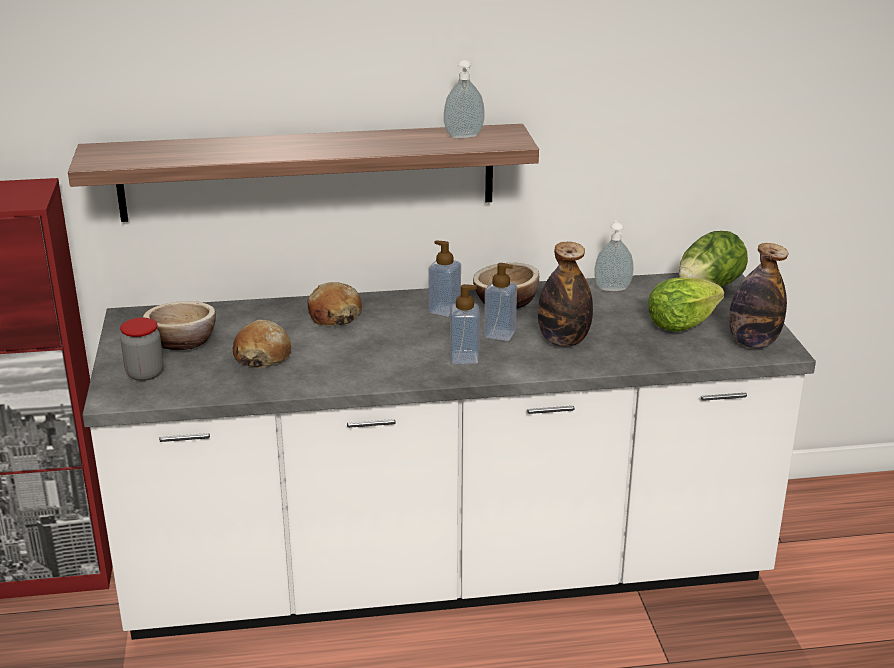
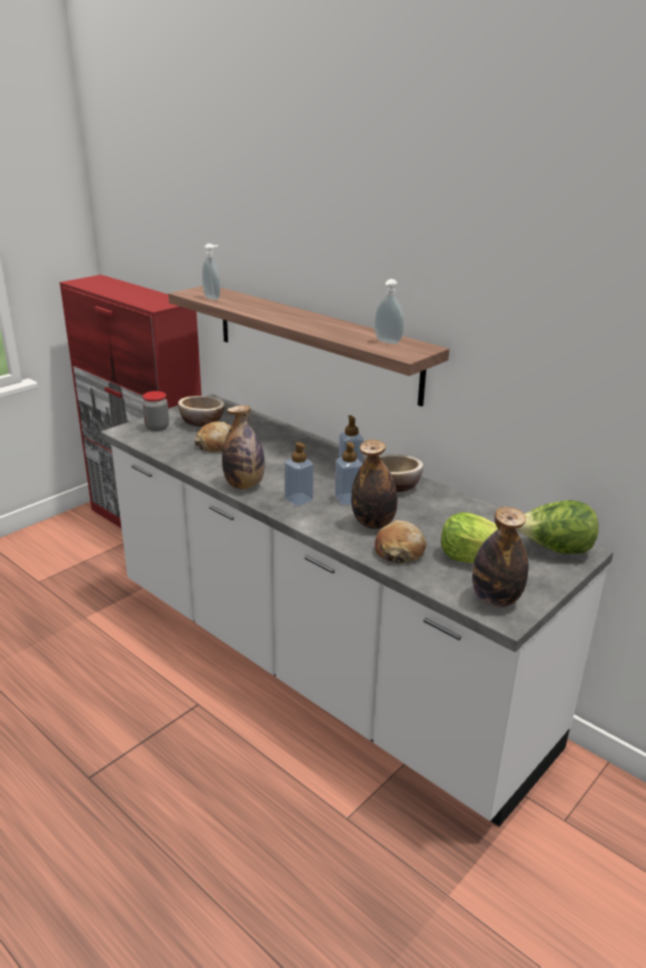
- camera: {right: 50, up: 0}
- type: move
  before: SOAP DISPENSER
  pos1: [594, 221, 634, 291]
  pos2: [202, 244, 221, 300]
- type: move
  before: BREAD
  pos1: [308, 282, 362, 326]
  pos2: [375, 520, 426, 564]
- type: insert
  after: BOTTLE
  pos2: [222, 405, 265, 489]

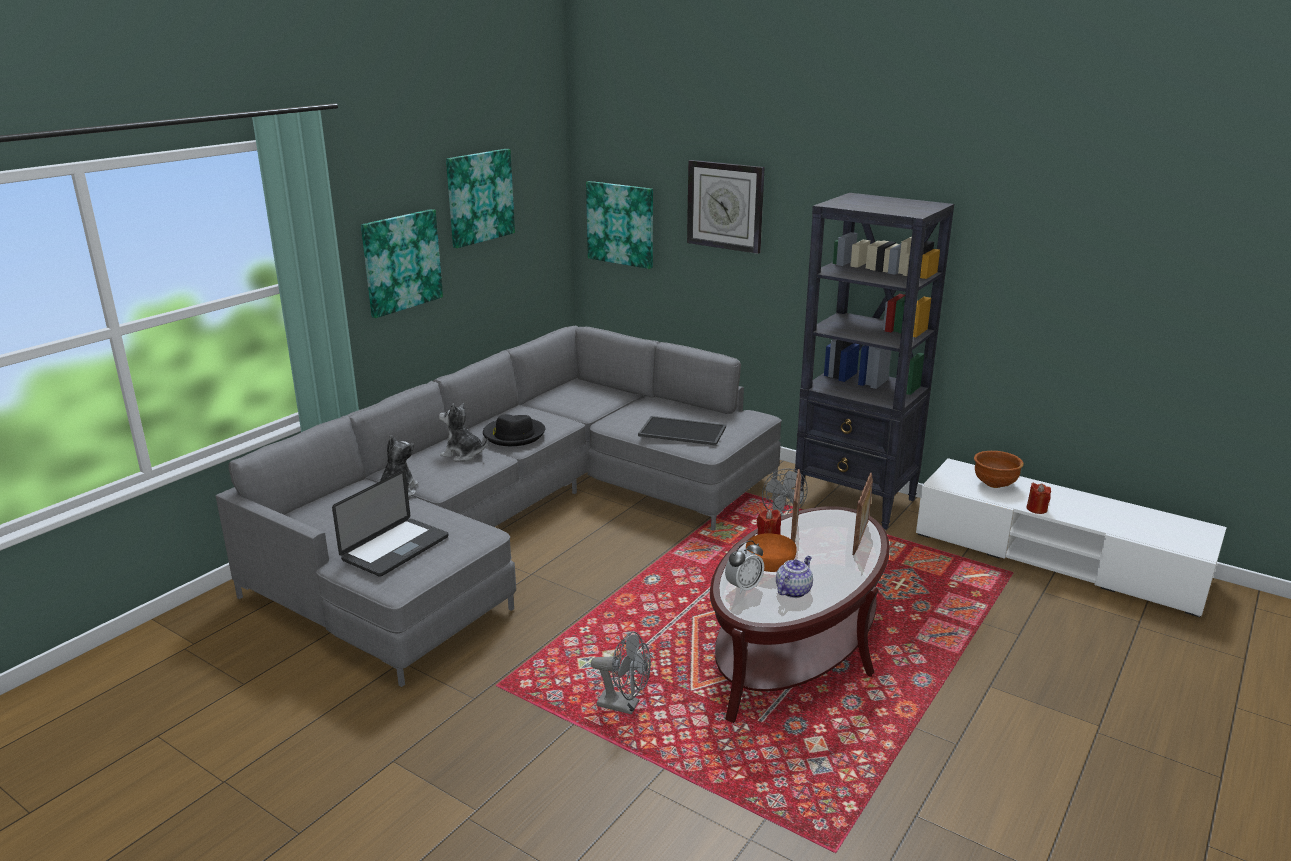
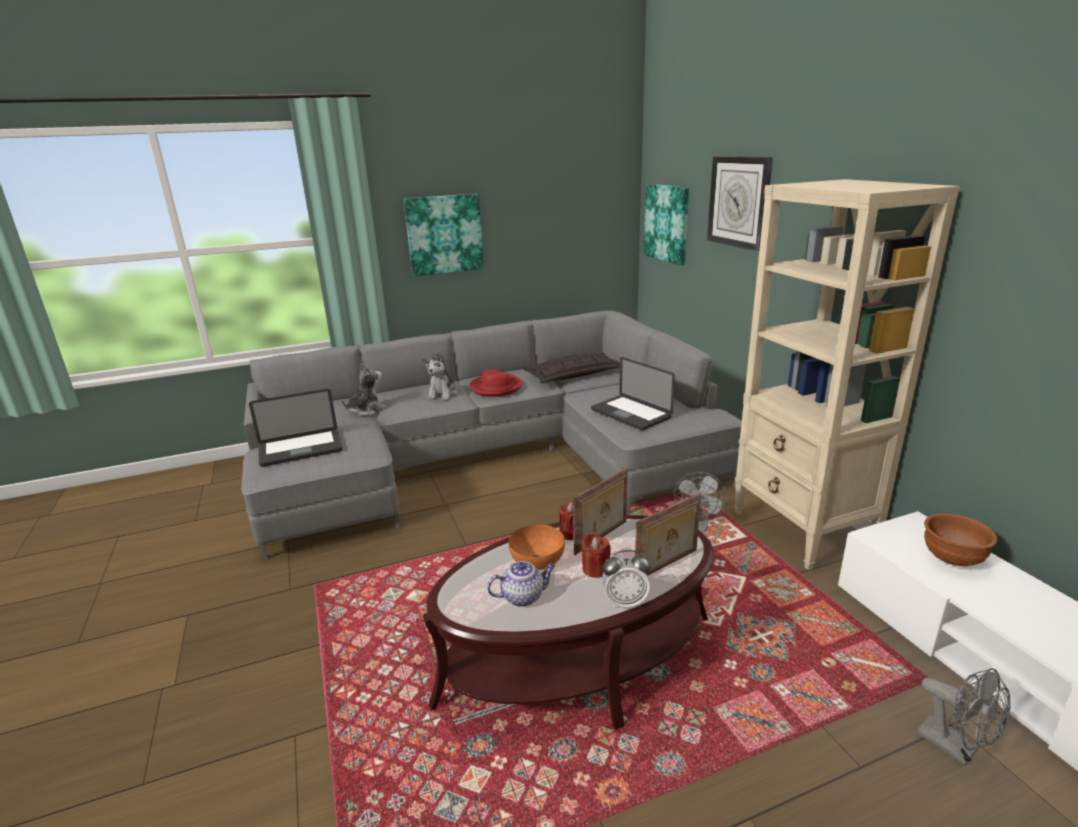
- camera: {right: 35, up: 0}
- type: delete
  before: PICTURE
  pos1: [446, 149, 515, 248]
- type: recolor
  before: BLACK BOOKCASE
  after: BEIGE BOOKCASE
  pos1: [794, 193, 954, 530]
  pos2: [734, 179, 960, 570]
- type: rotate
  before: PLUSH TOY
  pos1: [439, 403, 488, 461]
  pos2: [423, 352, 457, 400]
  turn: -135
- type: recolor
  before: BLACK HAT
  after: RED HAT
  pos1: [483, 414, 545, 446]
  pos2: [469, 369, 522, 397]
- type: replace
  before: TRAY
  after: LAPTOP
  pos1: [638, 416, 726, 446]
  pos2: [591, 357, 675, 430]
- type: move
  before: RED CANDLE
  pos1: [1027, 483, 1051, 514]
  pos2: [581, 532, 611, 578]
- type: move
  before: ALARM CLOCK
  pos1: [725, 540, 764, 594]
  pos2: [602, 550, 651, 608]
- type: move
  before: GREY FAN
  pos1: [591, 631, 651, 714]
  pos2: [917, 668, 1011, 765]
- type: insert
  after: PILLOW
  pos2: [523, 353, 620, 383]

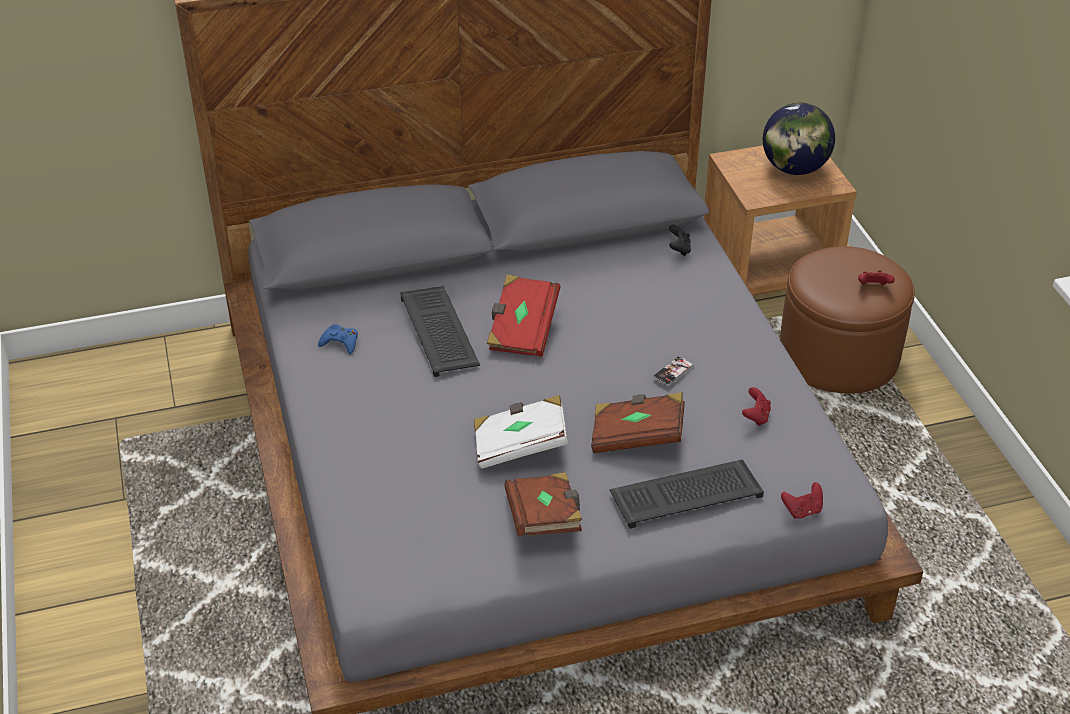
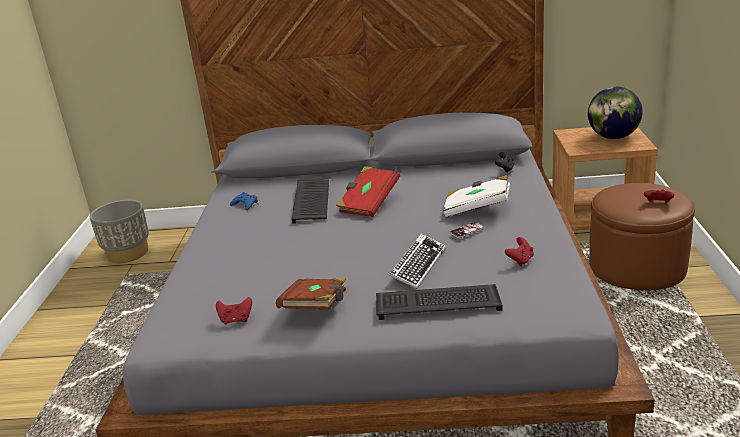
- camera: {right: 20, up: -15}
- type: replace
  before: BROWN BOOK
  after: KEYBOARD
  pos1: [591, 392, 685, 453]
  pos2: [389, 234, 446, 289]
- type: move
  before: WHITE BOOK
  pos1: [474, 395, 568, 469]
  pos2: [443, 175, 510, 217]
- type: move
  before: RED GAME CONTROLLER
  pos1: [781, 482, 823, 519]
  pos2: [216, 297, 252, 324]
- type: insert
  after: GREY PLANTER
  pos2: [90, 200, 149, 263]

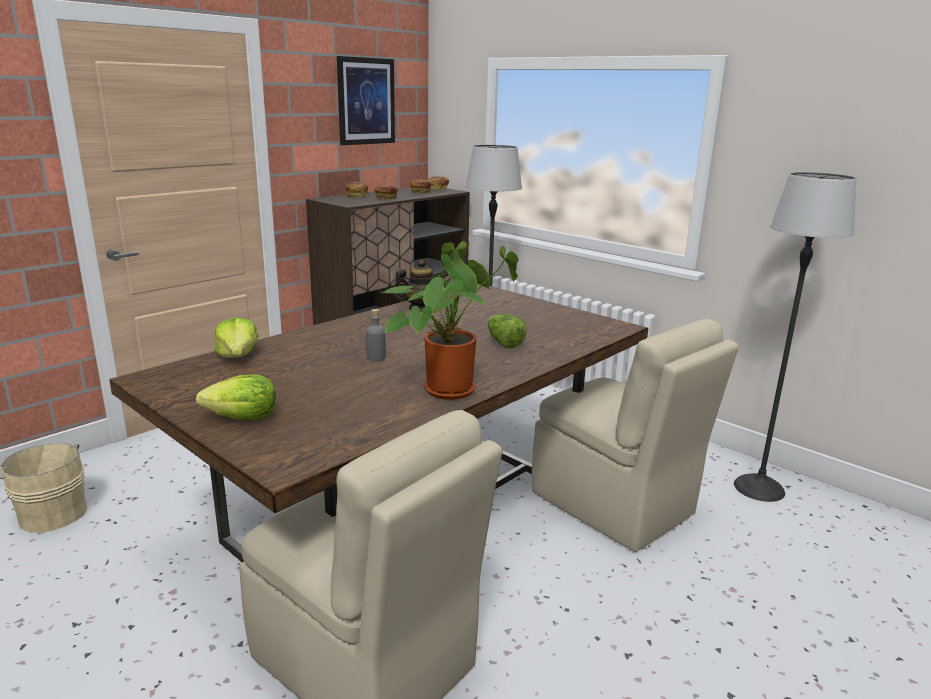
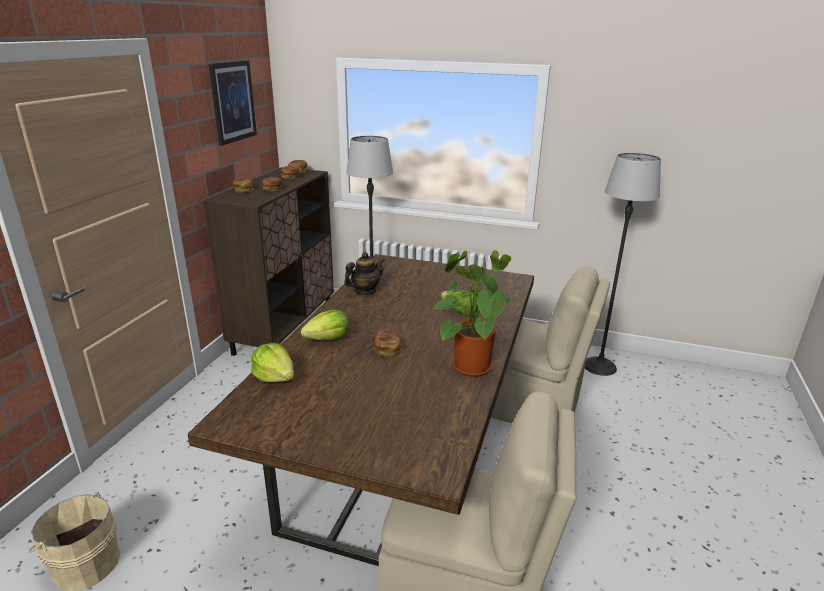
- camera: {right: -25, up: 5}
- type: replace
  before: GREY BOTTLE
  after: BREAD
  pos1: [366, 309, 386, 361]
  pos2: [373, 330, 401, 357]
- type: move
  before: LETTUCE
  pos1: [196, 374, 276, 420]
  pos2: [301, 309, 349, 340]

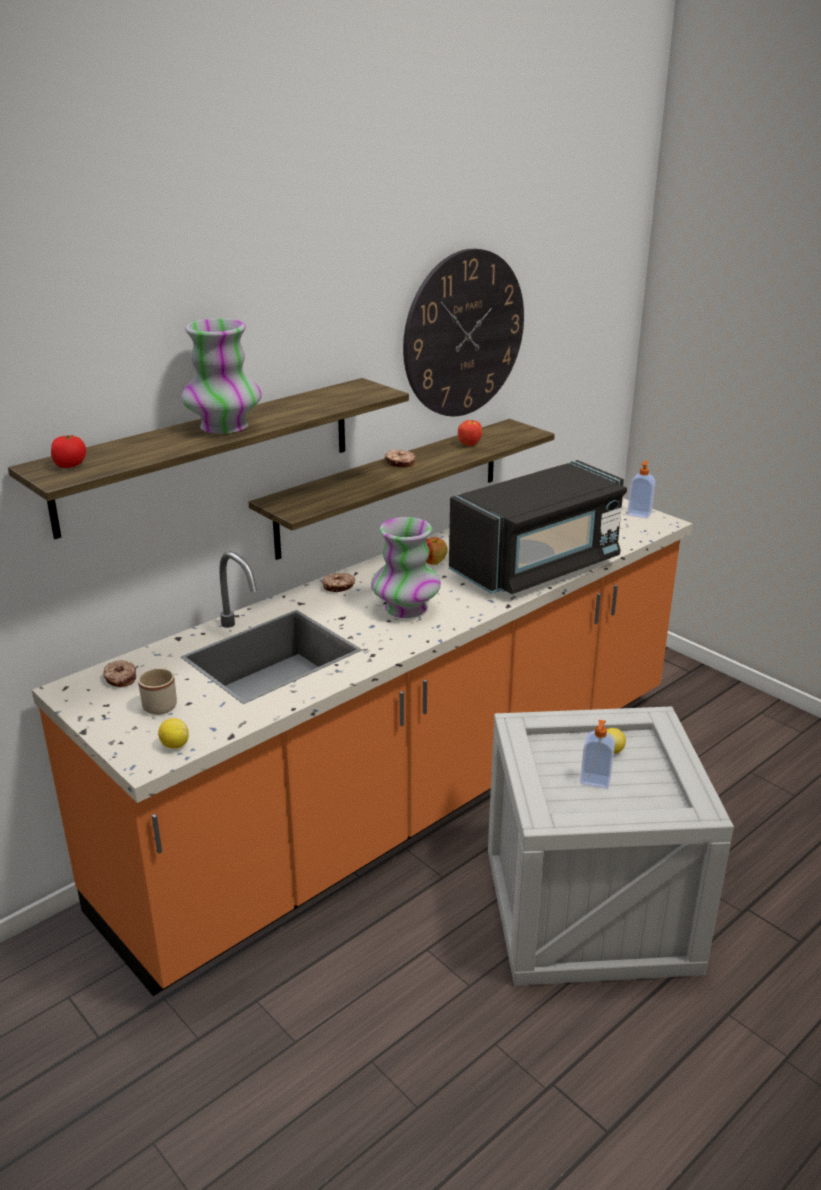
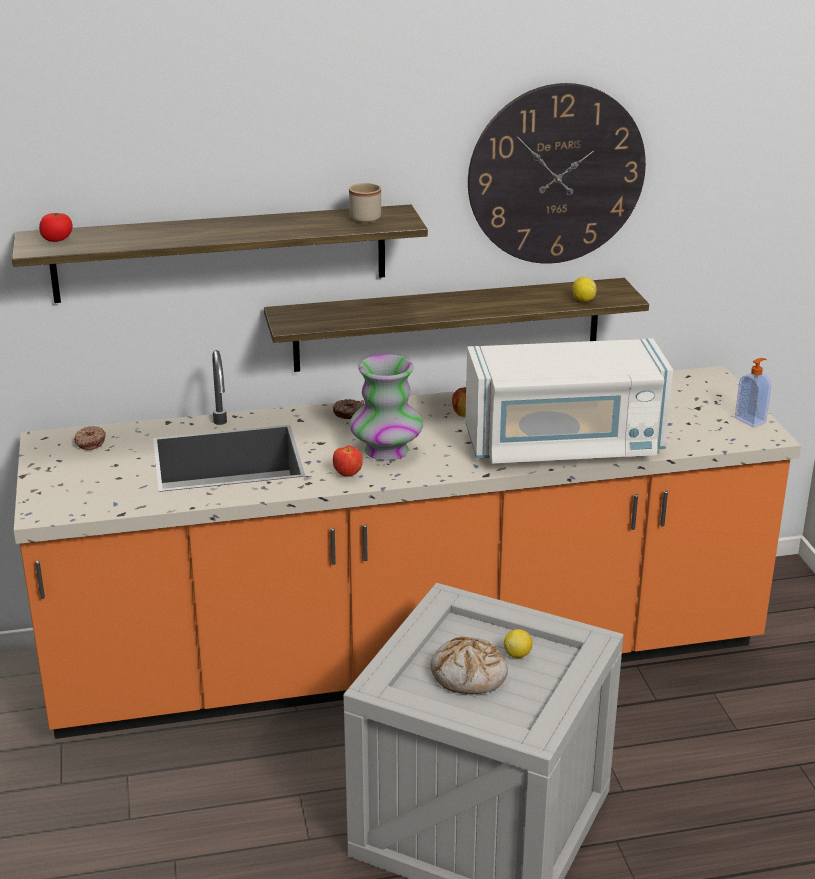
- camera: {right: 30, up: 0}
- type: delete
  before: VASE
  pos1: [181, 318, 262, 434]
- type: move
  before: APPLE
  pos1: [458, 420, 482, 446]
  pos2: [333, 445, 363, 477]
- type: delete
  before: DONUT
  pos1: [385, 450, 416, 467]
- type: recolor
  before: BLACK MICROWAVE
  after: WHITE MICROWAVE
  pos1: [449, 460, 627, 594]
  pos2: [466, 338, 673, 464]
- type: move
  before: BEIGE MUG
  pos1: [138, 666, 177, 715]
  pos2: [349, 183, 381, 223]
- type: move
  before: LEMON
  pos1: [158, 718, 189, 749]
  pos2: [572, 277, 597, 302]
- type: replace
  before: SOAP DISPENSER
  after: BREAD
  pos1: [580, 720, 615, 789]
  pos2: [431, 637, 508, 694]

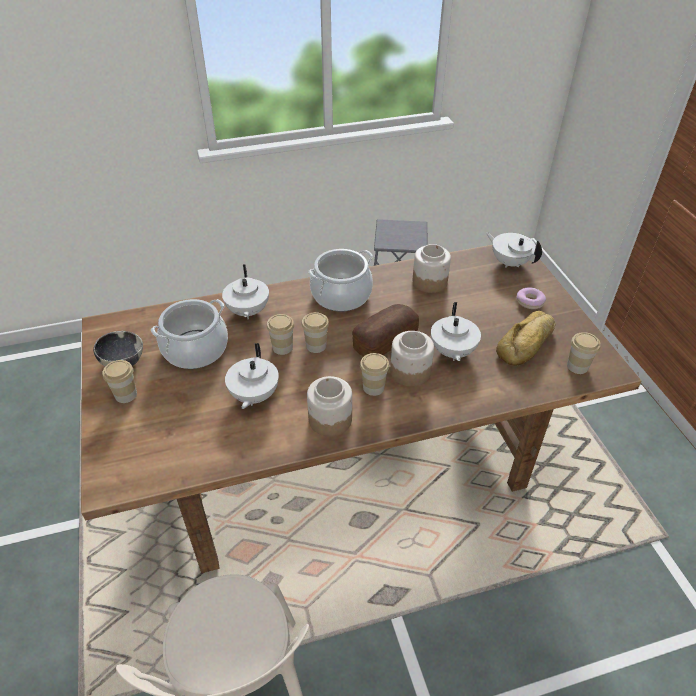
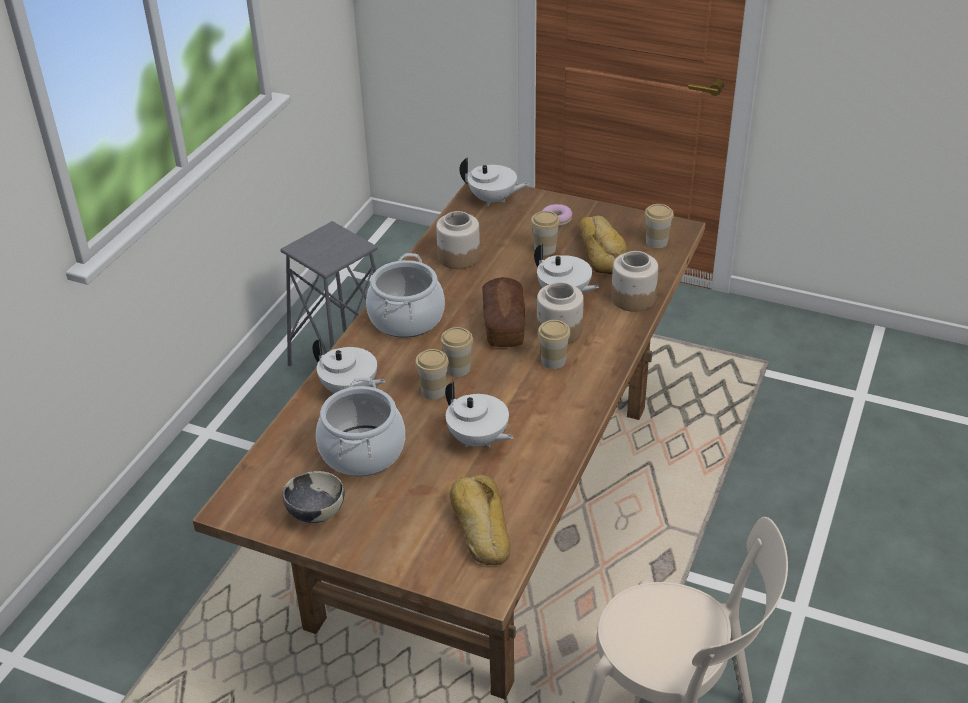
- camera: {right: -50, up: -5}
- type: rotate
  before: WHITE TEAPOT
  pos1: [486, 232, 542, 268]
  pos2: [459, 157, 529, 206]
  turn: -150
- type: move
  before: CUP
  pos1: [102, 360, 137, 403]
  pos2: [531, 211, 560, 255]
- type: move
  before: JAR
  pos1: [307, 376, 352, 437]
  pos2: [611, 251, 658, 312]
- type: insert
  after: BREAD
  pos2: [450, 475, 510, 565]

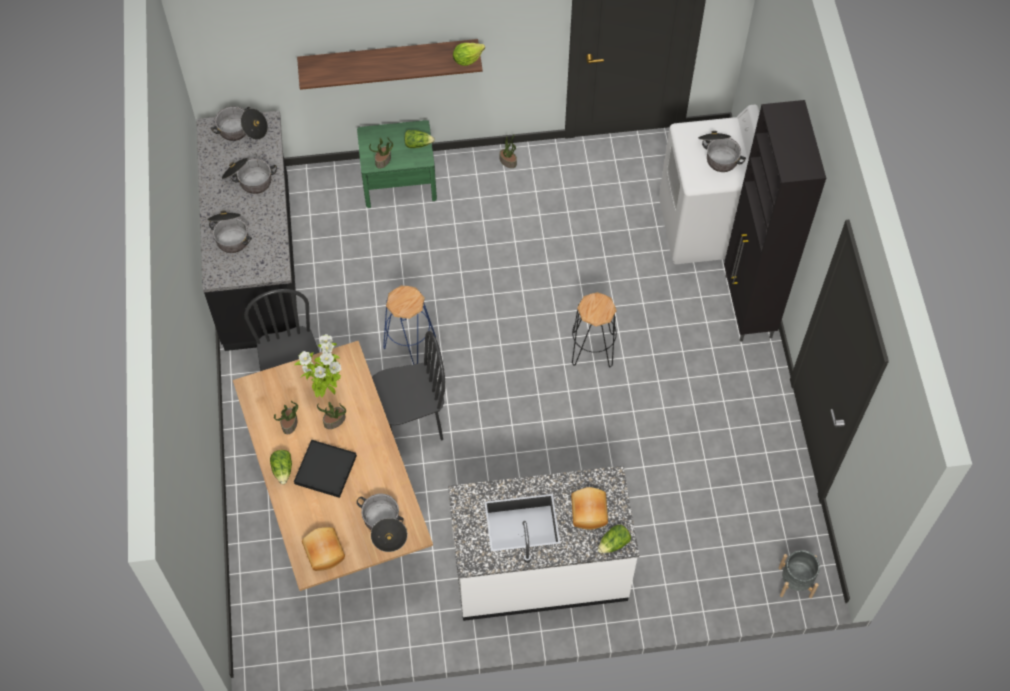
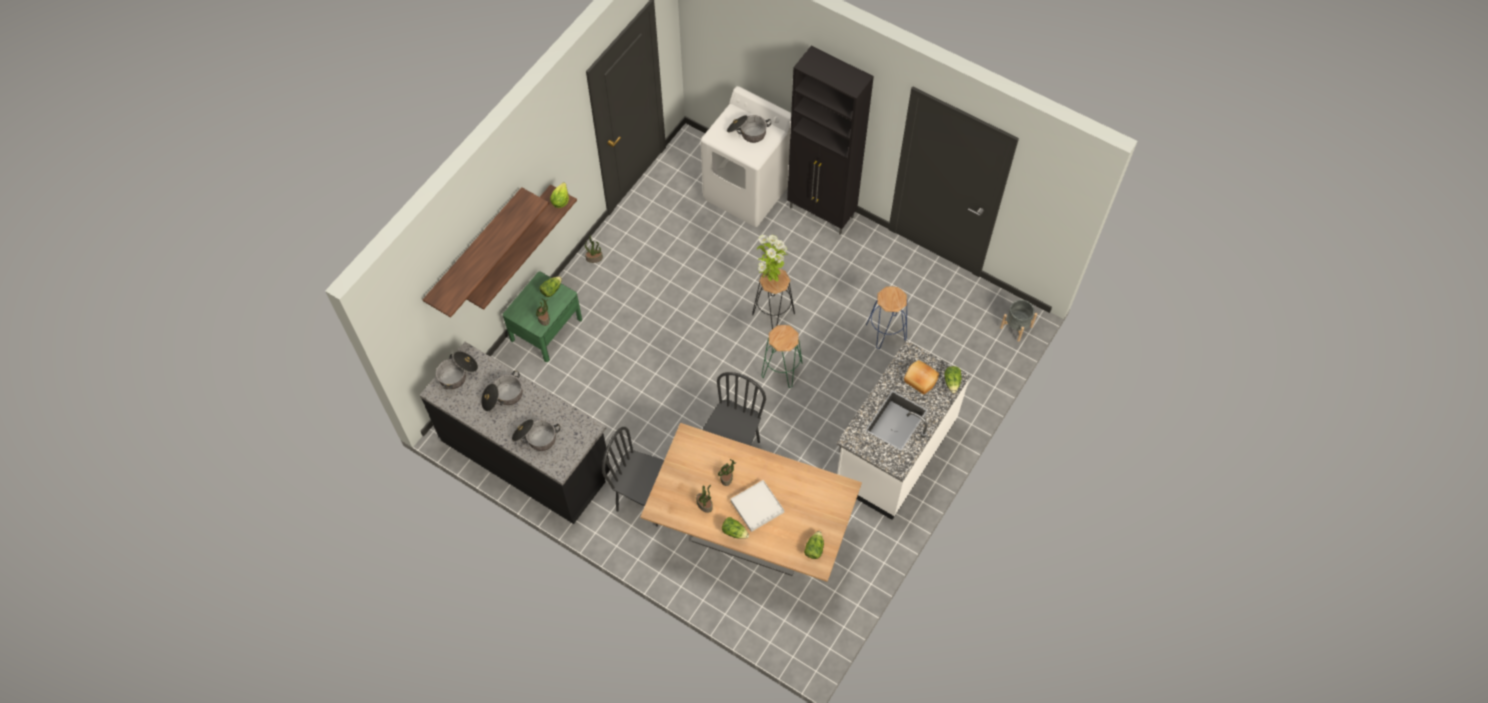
- camera: {right: -50, up: 0}
- type: move
  before: BLUE STOOL
  pos1: [383, 286, 436, 364]
  pos2: [866, 286, 907, 349]
- type: move
  before: POTTED PLANT
  pos1: [295, 334, 342, 397]
  pos2: [757, 235, 788, 282]
- type: recolor
  before: BLACK TRAY
  after: WHITE TRAY
  pos1: [294, 440, 357, 498]
  pos2: [730, 480, 784, 532]
- type: delete
  before: COOKING POT
  pos1: [357, 494, 407, 552]
- type: replace
  before: BREAD
  after: LETTUCE
  pos1: [302, 527, 345, 571]
  pos2: [804, 531, 824, 559]
- type: insert
  after: SHELF
  pos2: [423, 187, 549, 318]
- type: insert
  after: GREEN STOOL
  pos2: [762, 325, 803, 388]

